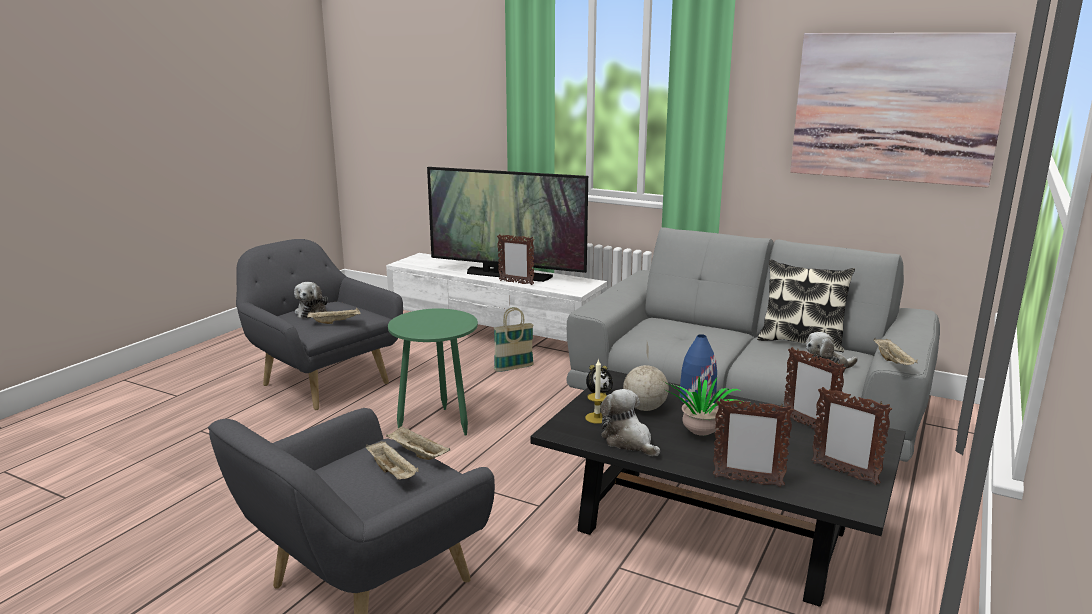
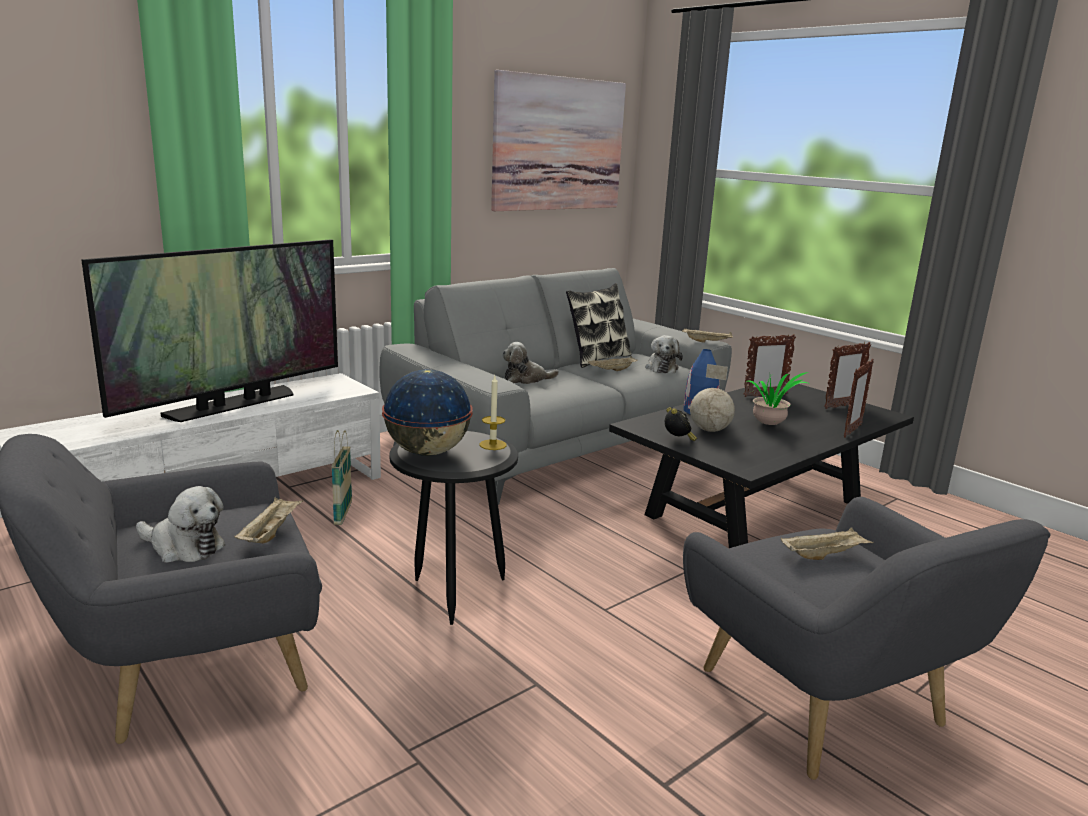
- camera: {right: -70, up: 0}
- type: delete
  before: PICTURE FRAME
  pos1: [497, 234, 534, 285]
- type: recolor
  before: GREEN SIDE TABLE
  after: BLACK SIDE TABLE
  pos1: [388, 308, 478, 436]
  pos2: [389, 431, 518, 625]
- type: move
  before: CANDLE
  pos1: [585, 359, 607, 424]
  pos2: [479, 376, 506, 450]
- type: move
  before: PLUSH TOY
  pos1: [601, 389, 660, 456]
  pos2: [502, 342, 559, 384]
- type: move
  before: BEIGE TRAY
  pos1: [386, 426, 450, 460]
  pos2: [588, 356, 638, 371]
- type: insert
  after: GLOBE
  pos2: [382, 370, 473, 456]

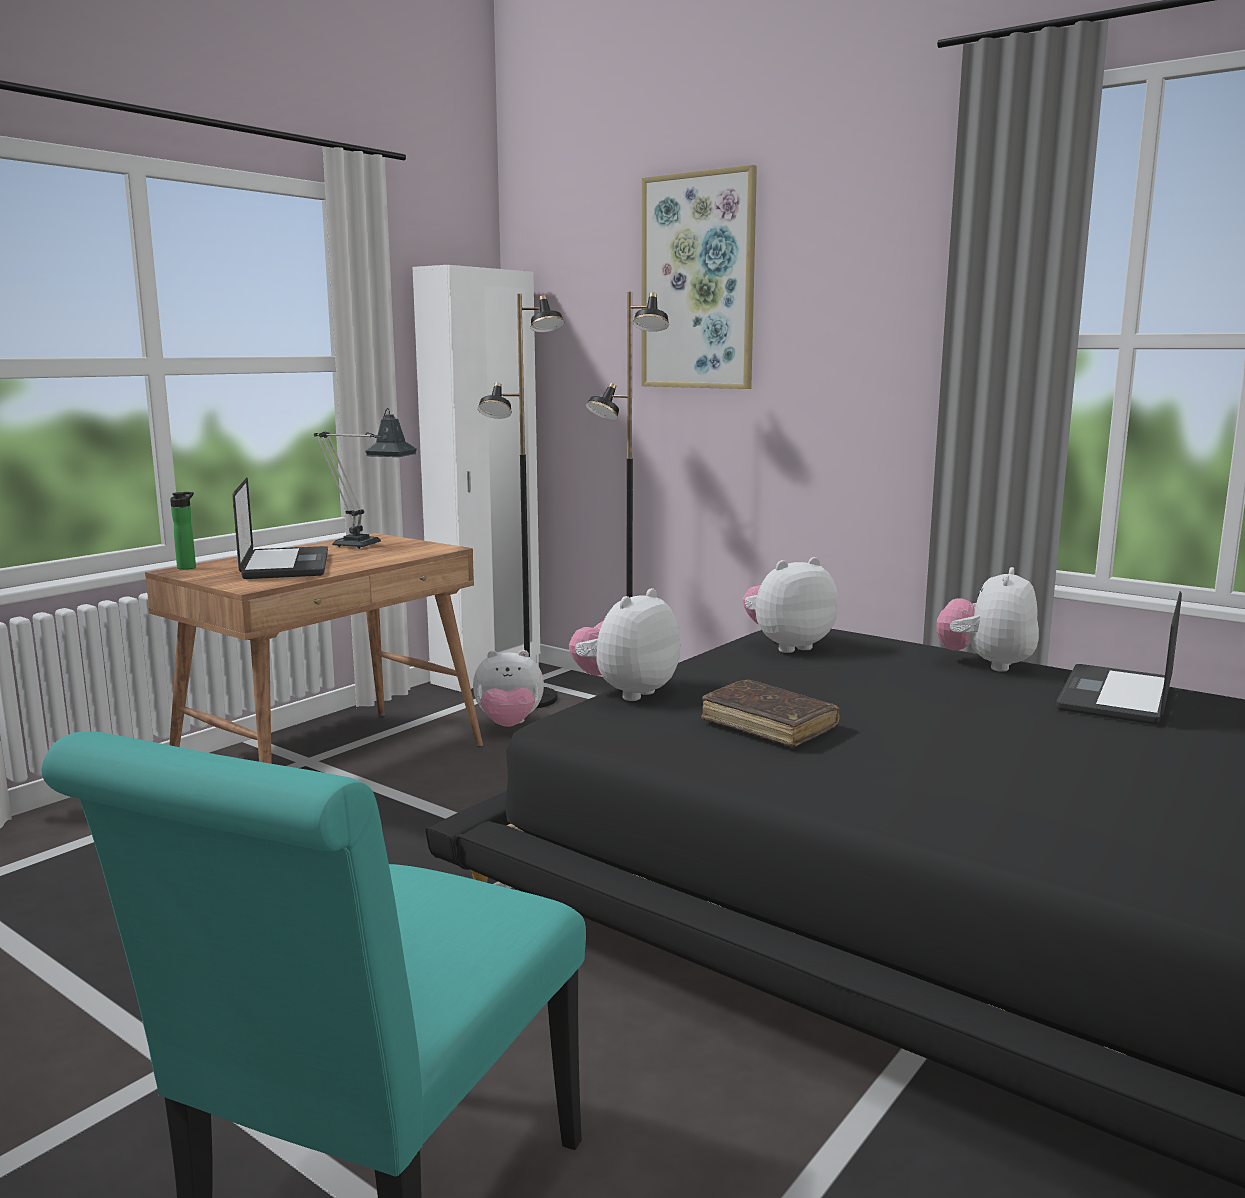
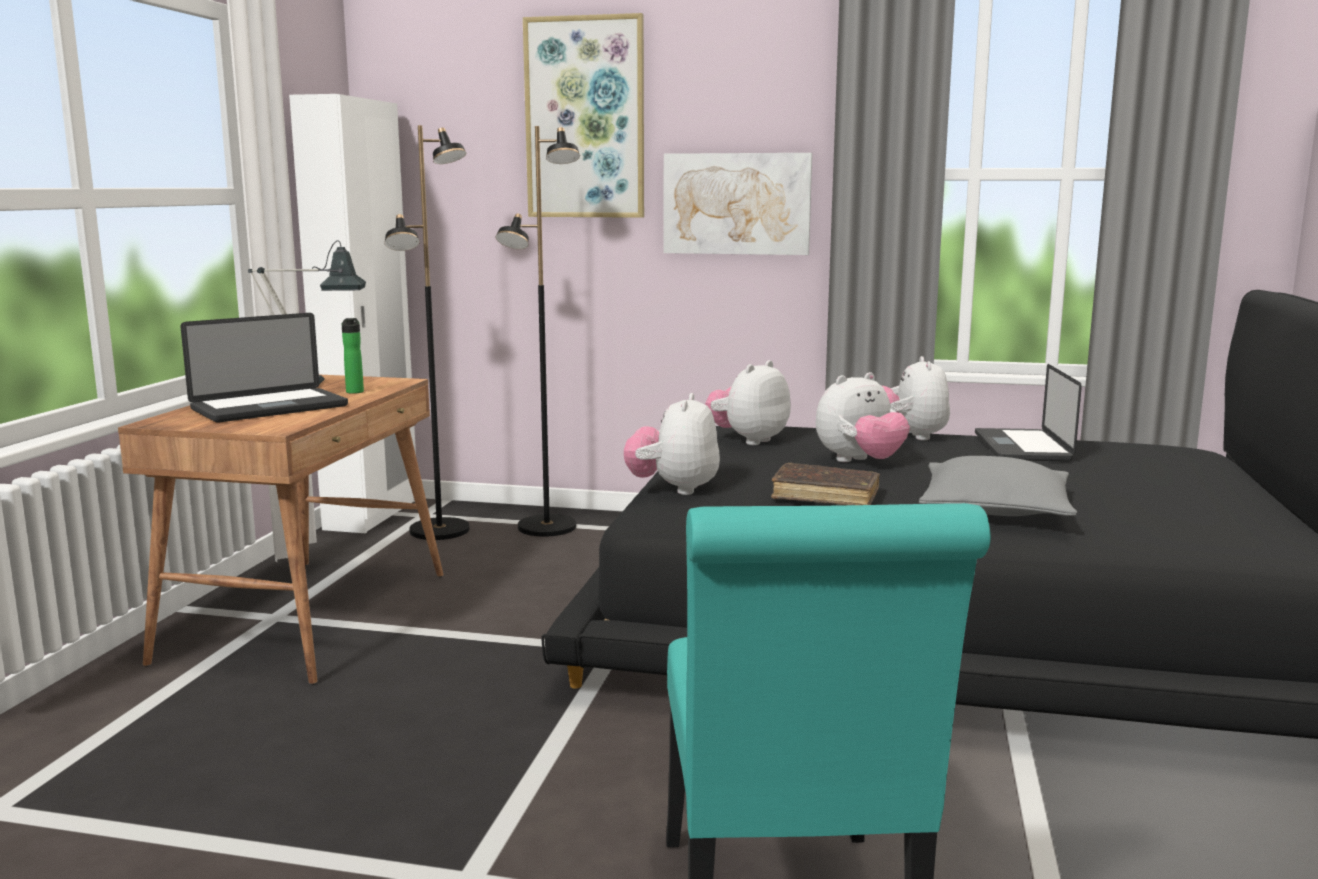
- camera: {right: -25, up: 0}
- type: rotate
  before: LAPTOP
  pos1: [233, 477, 328, 579]
  pos2: [180, 313, 348, 423]
  turn: 90
- type: move
  before: BOTTLE
  pos1: [170, 492, 196, 570]
  pos2: [341, 318, 364, 394]
- type: move
  before: PLUSH TOY
  pos1: [473, 650, 544, 727]
  pos2: [816, 372, 910, 462]
- type: insert
  after: PICTURE
  pos2: [664, 153, 812, 255]
- type: insert
  after: GREY PILLOW
  pos2: [919, 456, 1077, 516]

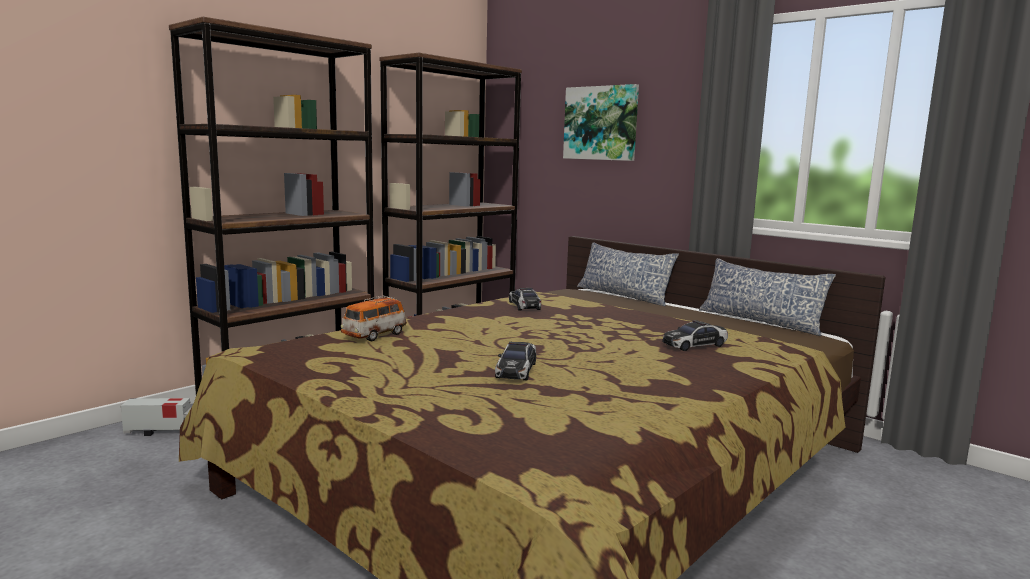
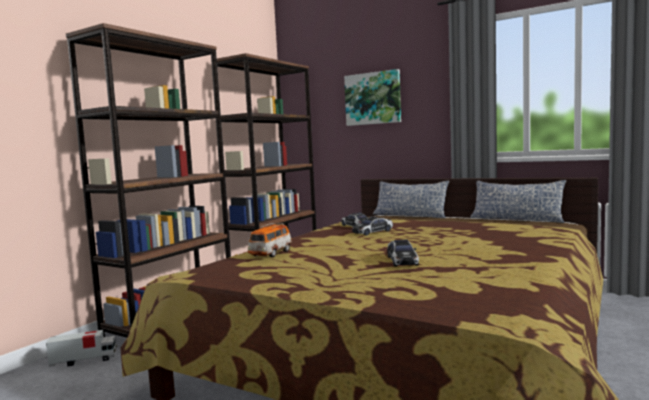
- camera: {right: -10, up: -5}
- type: move
  before: TOY CAR
  pos1: [662, 320, 728, 351]
  pos2: [352, 216, 393, 236]

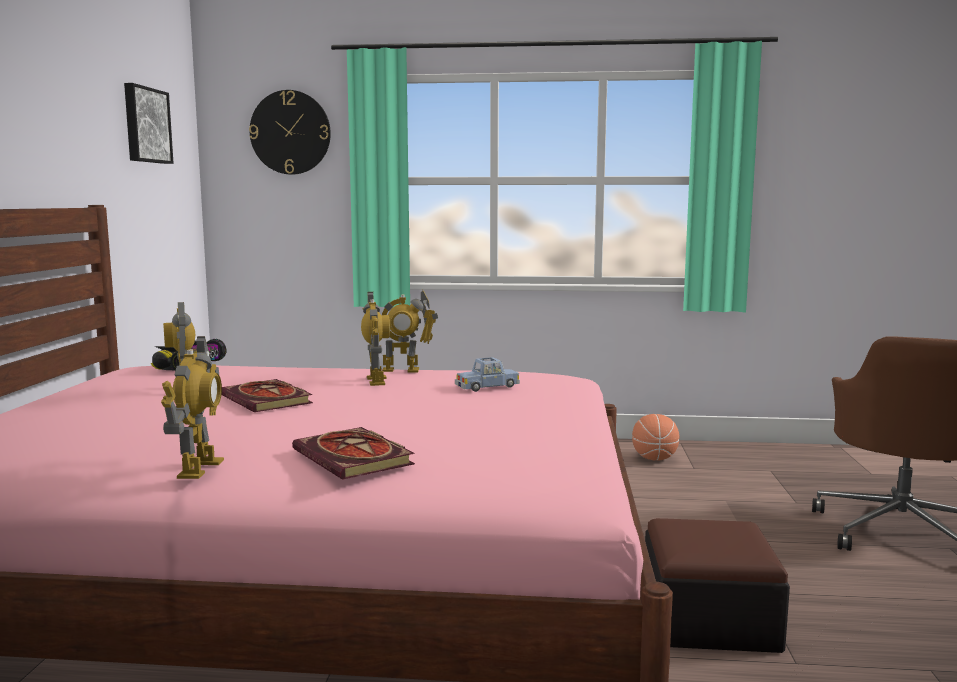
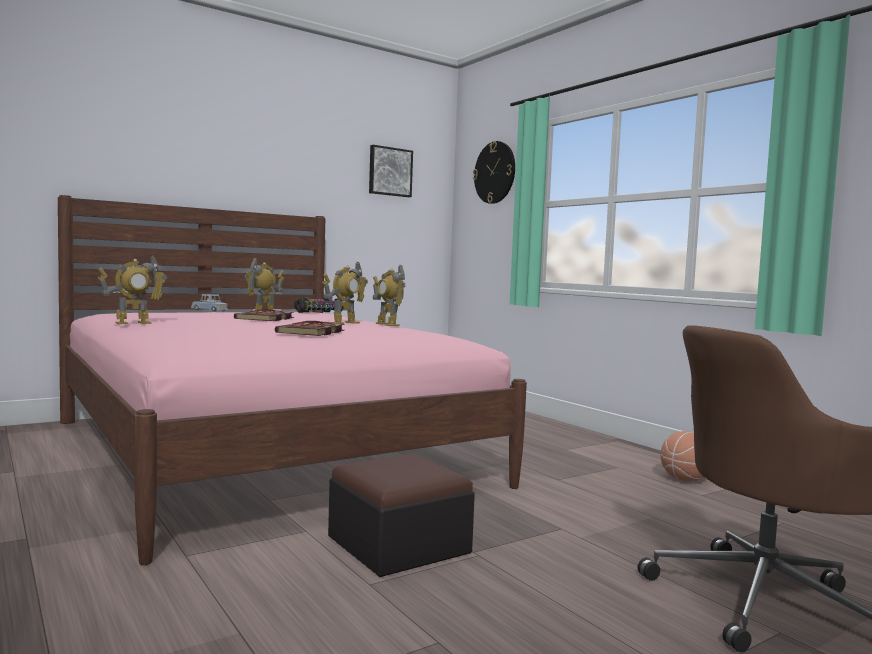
- camera: {right: 50, up: -5}
- type: move
  before: BLUE TOY CAR
  pos1: [455, 357, 520, 392]
  pos2: [191, 294, 228, 312]
- type: move
  before: BOOK
  pos1: [292, 427, 415, 480]
  pos2: [275, 321, 345, 336]

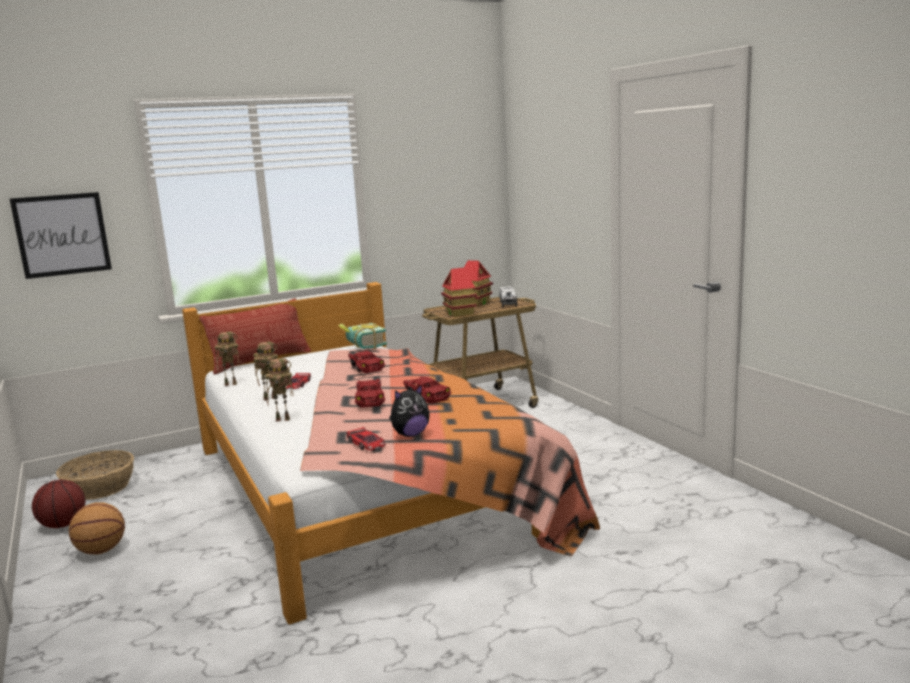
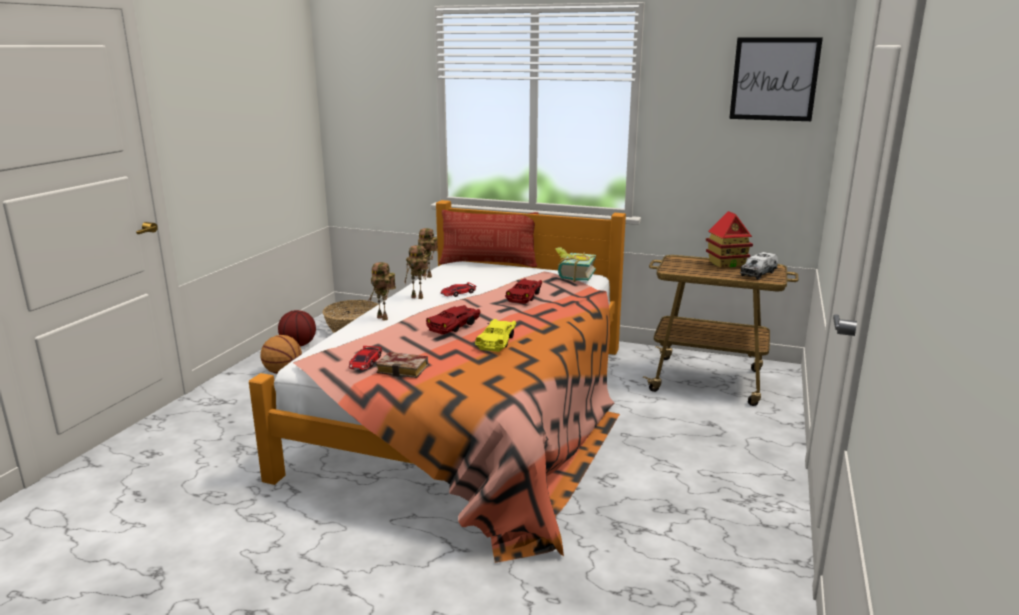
- camera: {right: 45, up: 5}
- type: move
  before: PICTURE
  pos1: [10, 192, 112, 279]
  pos2: [729, 37, 823, 121]
- type: delete
  before: TOY HOUSE
  pos1: [441, 268, 477, 317]
- type: recolor
  before: RED TOY CAR
  after: YELLOW TOY CAR
  pos1: [403, 376, 451, 404]
  pos2: [475, 319, 516, 352]
- type: replace
  before: PLUSH TOY
  after: BOOK
  pos1: [389, 384, 430, 437]
  pos2: [376, 352, 428, 378]

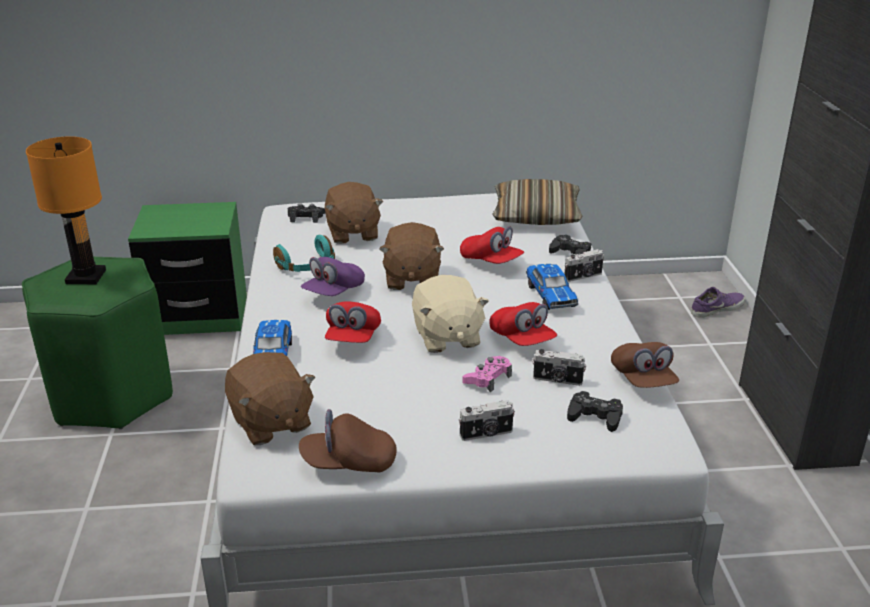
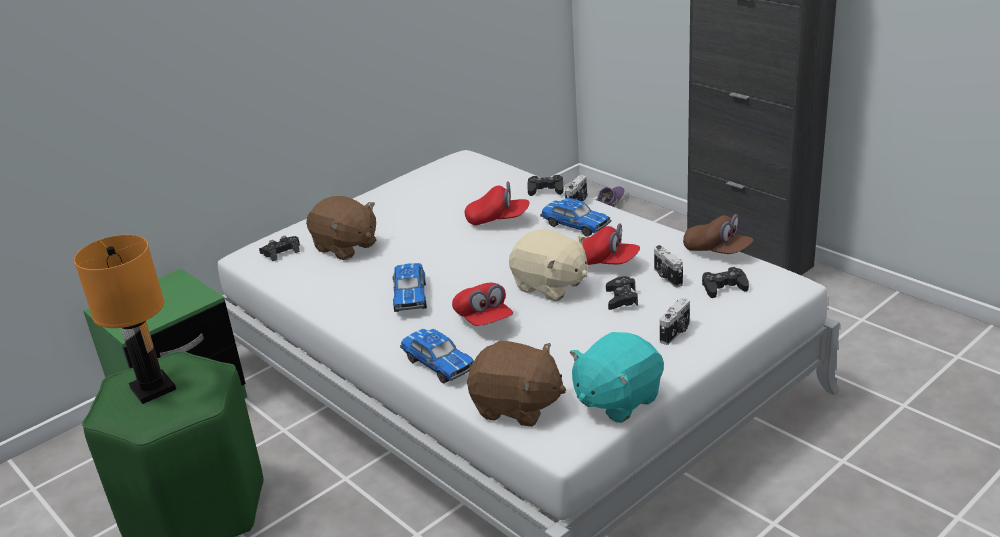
- camera: {right: -35, up: 0}
- type: delete
  before: PILLOW
  pos1: [492, 179, 582, 225]
- type: delete
  before: BROWN PLUSH TOY
  pos1: [379, 222, 444, 290]
- type: delete
  before: TURQUOISE HEADPHONES
  pos1: [273, 235, 335, 272]
- type: replace
  before: PURPLE CAP
  after: TOY CAR
  pos1: [301, 257, 365, 296]
  pos2: [393, 263, 427, 312]
- type: rotate
  before: PHOTO CAMERA
  pos1: [532, 349, 586, 386]
  pos2: [654, 245, 683, 287]
  turn: 90
- type: recolor
  before: PINK GAME CONTROLLER
  after: BLACK GAME CONTROLLER
  pos1: [463, 356, 512, 392]
  pos2: [606, 276, 638, 310]
- type: replace
  before: BROWN CAP
  after: TURQUOISE PLUSH TOY
  pos1: [299, 409, 397, 472]
  pos2: [570, 332, 664, 423]

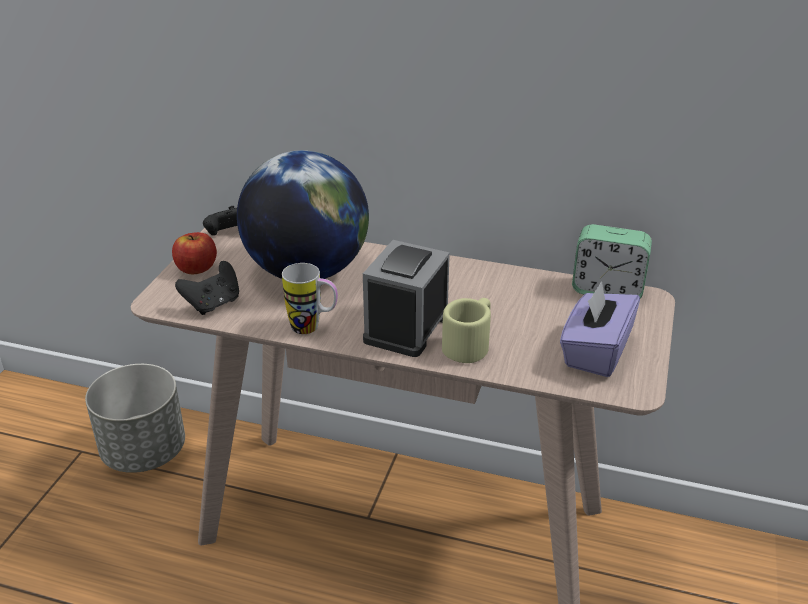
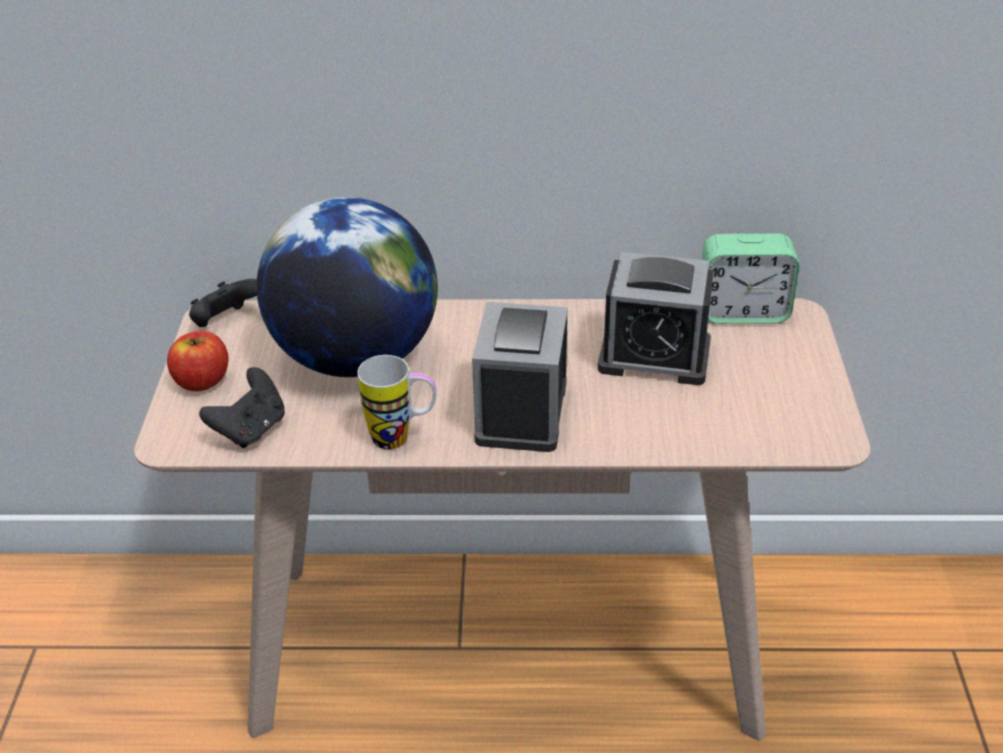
- camera: {right: -15, up: 5}
- type: delete
  before: PURPLE TISSUE BOX
  pos1: [560, 281, 640, 377]
- type: delete
  before: BEIGE MUG
  pos1: [442, 298, 491, 363]
- type: delete
  before: GREY PLANTER
  pos1: [85, 364, 185, 473]
- type: insert
  after: ALARM CLOCK
  pos2: [598, 252, 714, 385]

